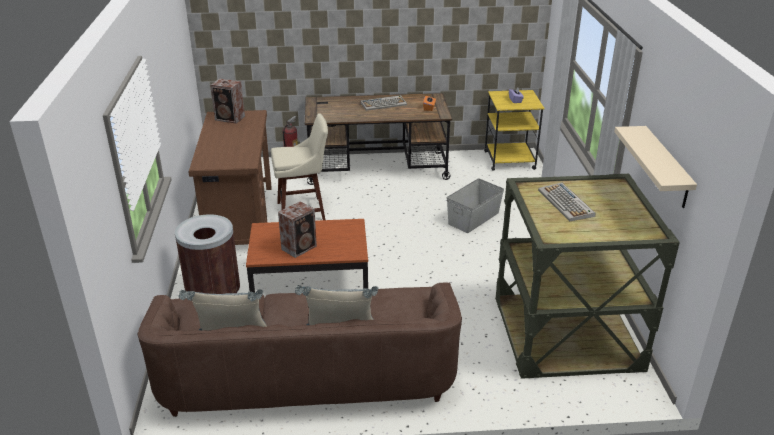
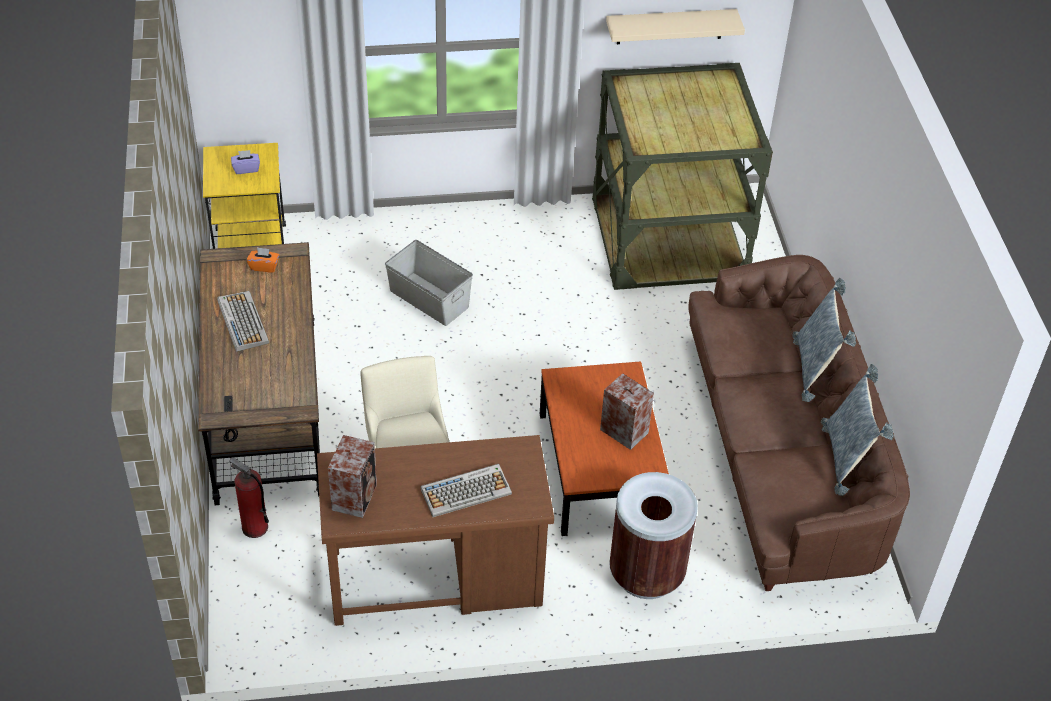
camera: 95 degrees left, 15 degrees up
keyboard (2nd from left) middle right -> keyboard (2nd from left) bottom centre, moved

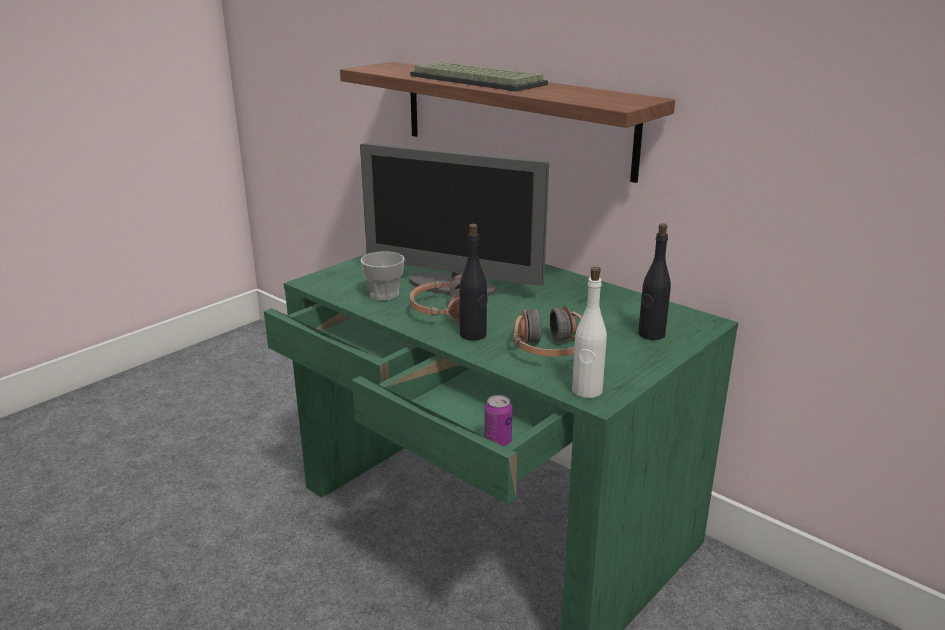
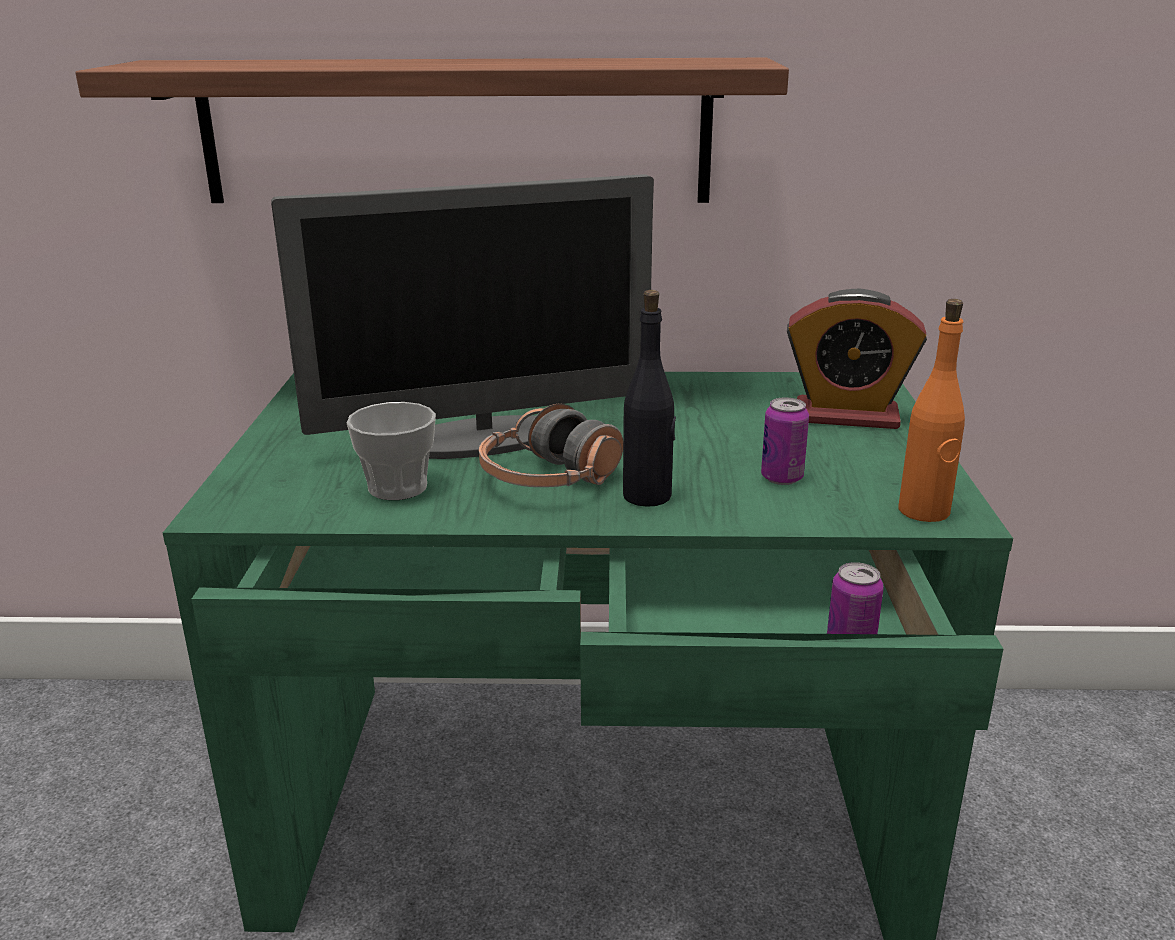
camera: 40 degrees left, 0 degrees up
keyboard top centre -> none
headphones (2nd from left) centre -> can (1st from left) middle right
black_bottle (2nd from left) middle right -> alarm_clock middle right
white_bottle centre -> orange_bottle middle right

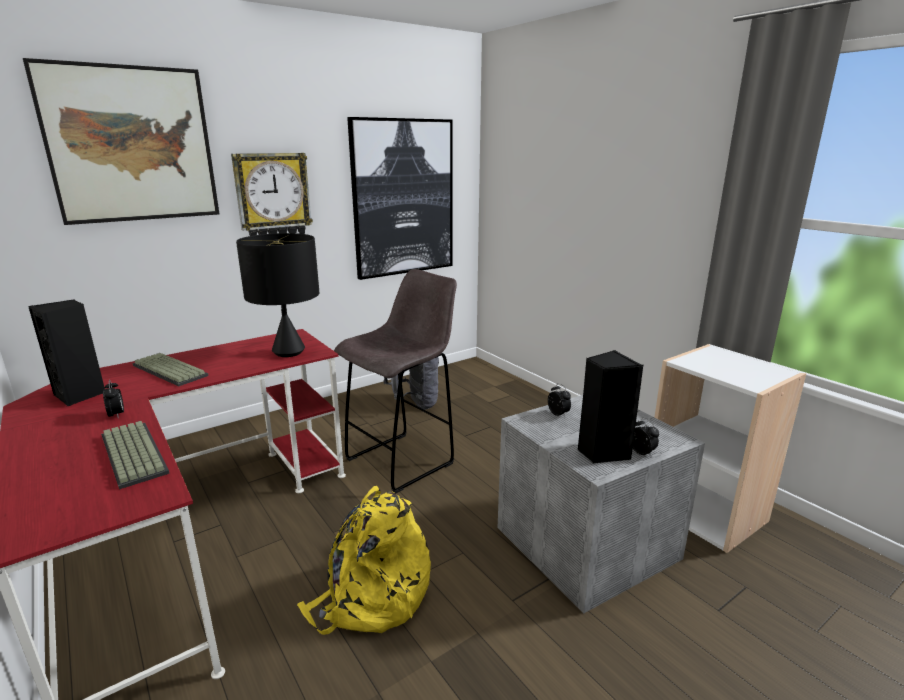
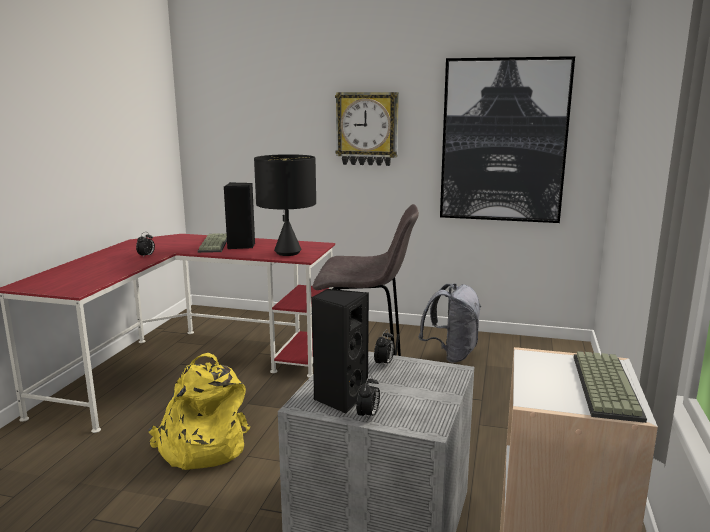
camera: 50 degrees right, 5 degrees down
picture (1st from left) top left -> none
black_speaker (1st from left) middle left -> black_speaker (1st from left) centre, moved
keyboard (1st from left in the first image) middle left -> keyboard (2nd from left) bottom right, moved

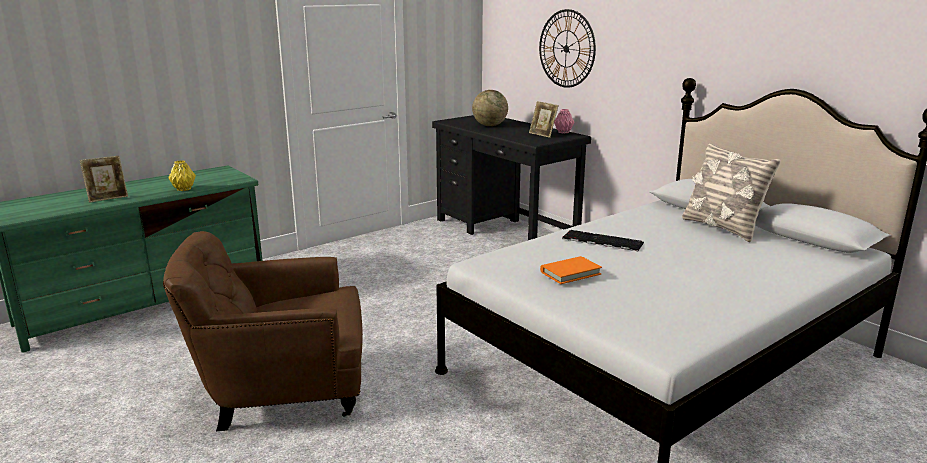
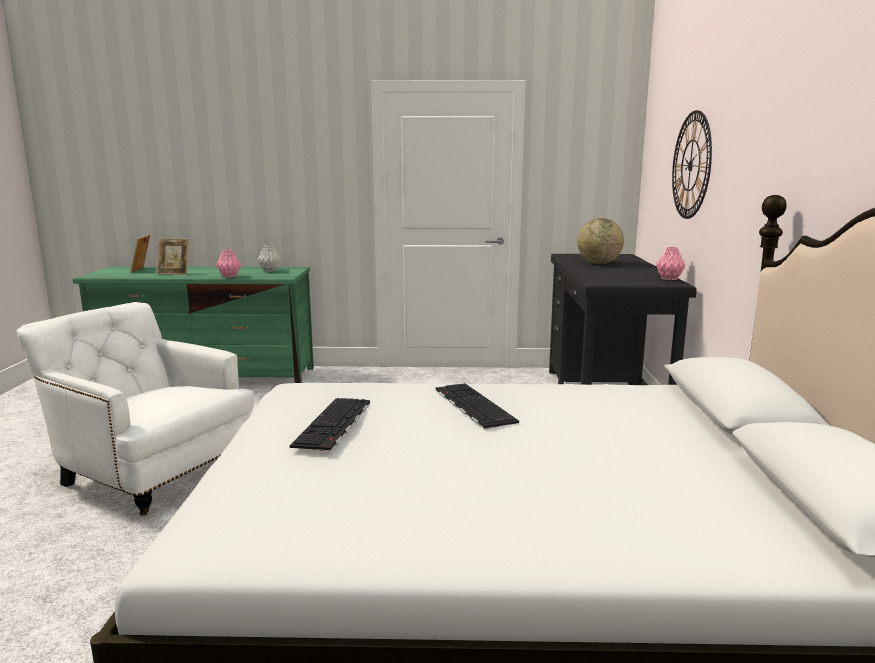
camera: 40 degrees right, 5 degrees down
beige_pillow middle right -> none
none -> grey_vase middle left
picture_frame (2nd from left in the first image) top centre -> picture_frame (1st from left) middle left, moved
orange_book centre -> keyboard (1st from left) centre
brown_armchair bottom left -> white_armchair middle left
yellow_vase middle left -> pink_vase (1st from left) middle left

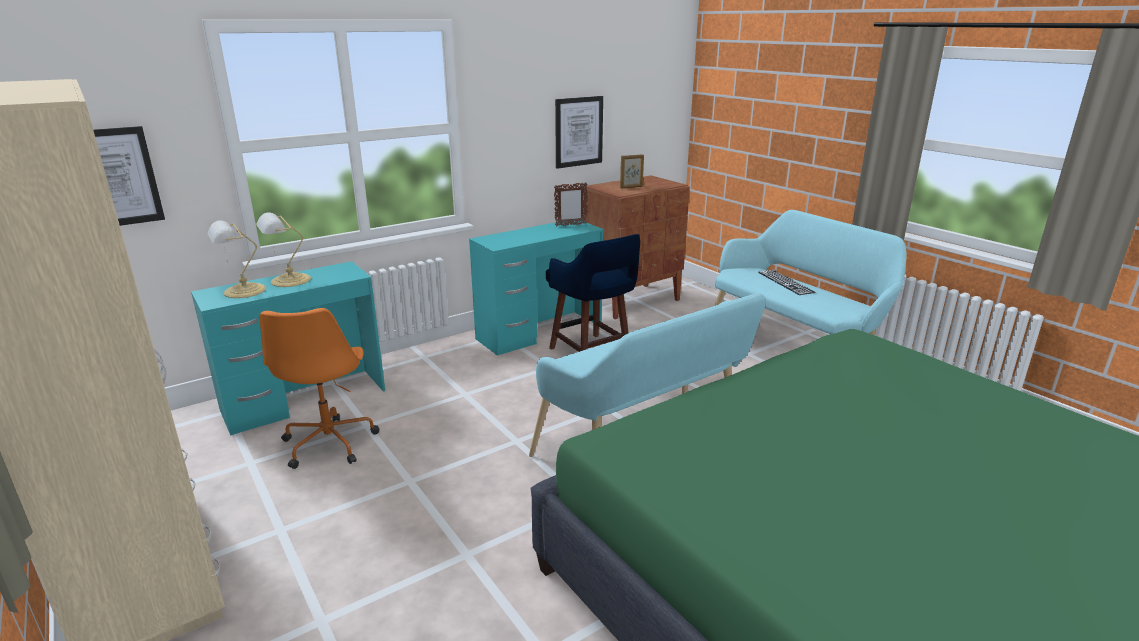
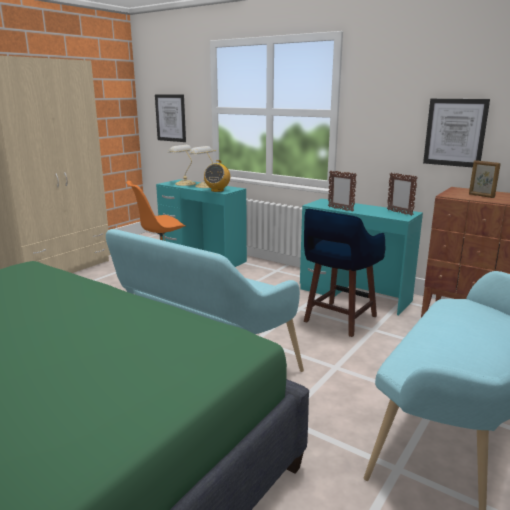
camera: 70 degrees right, 5 degrees down
keyboard middle right -> none
none -> radio centre
none -> picture_frame (1st from left) middle right

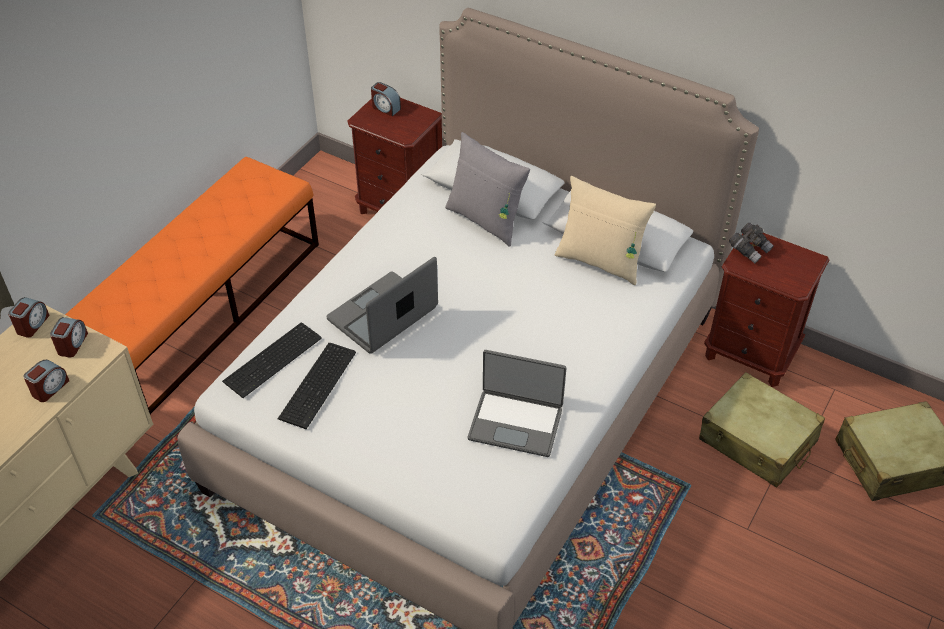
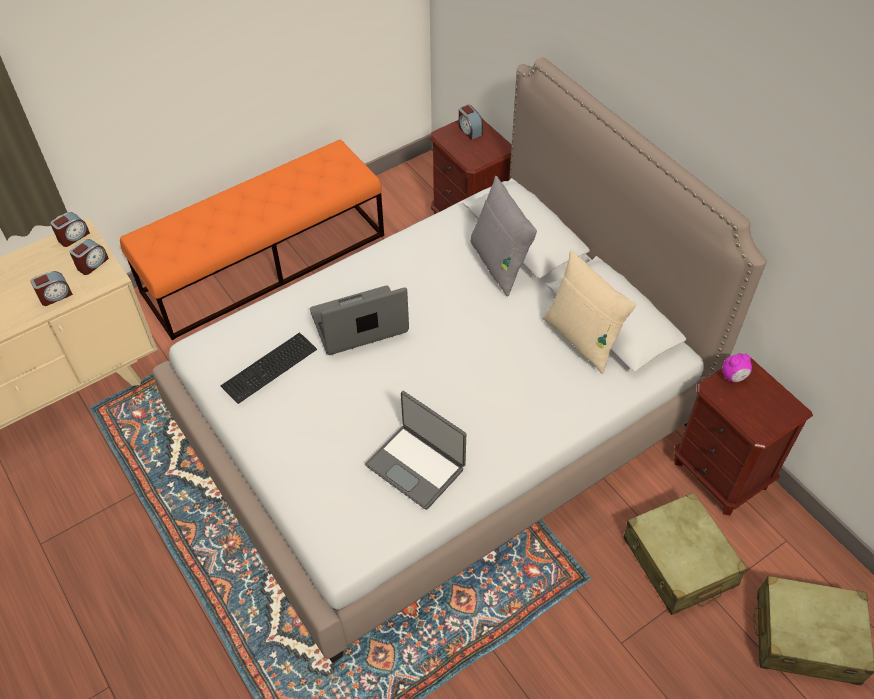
camera: 25 degrees right, 5 degrees up
keyboard (1st from left) middle left -> none
grey_binoculars middle right -> alarm_clock (5th from left) middle right

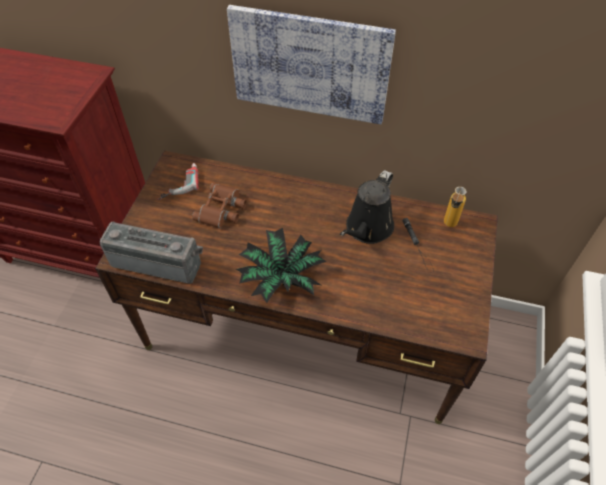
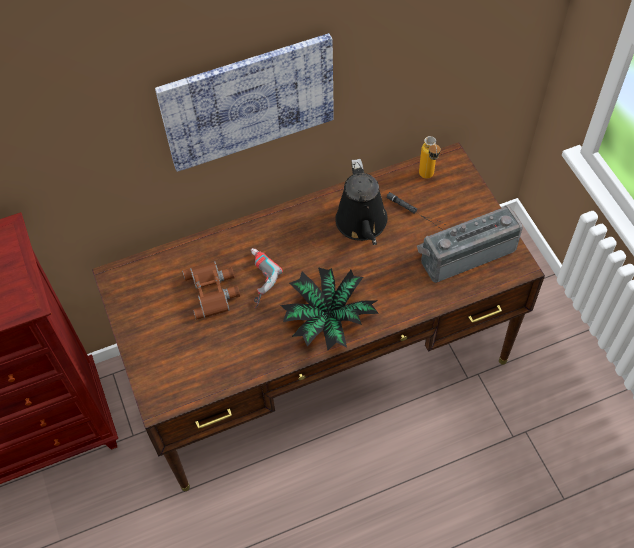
camera: 35 degrees left, 5 degrees up
radio middle left -> radio middle right, moved
power_drill middle left -> power_drill centre, moved

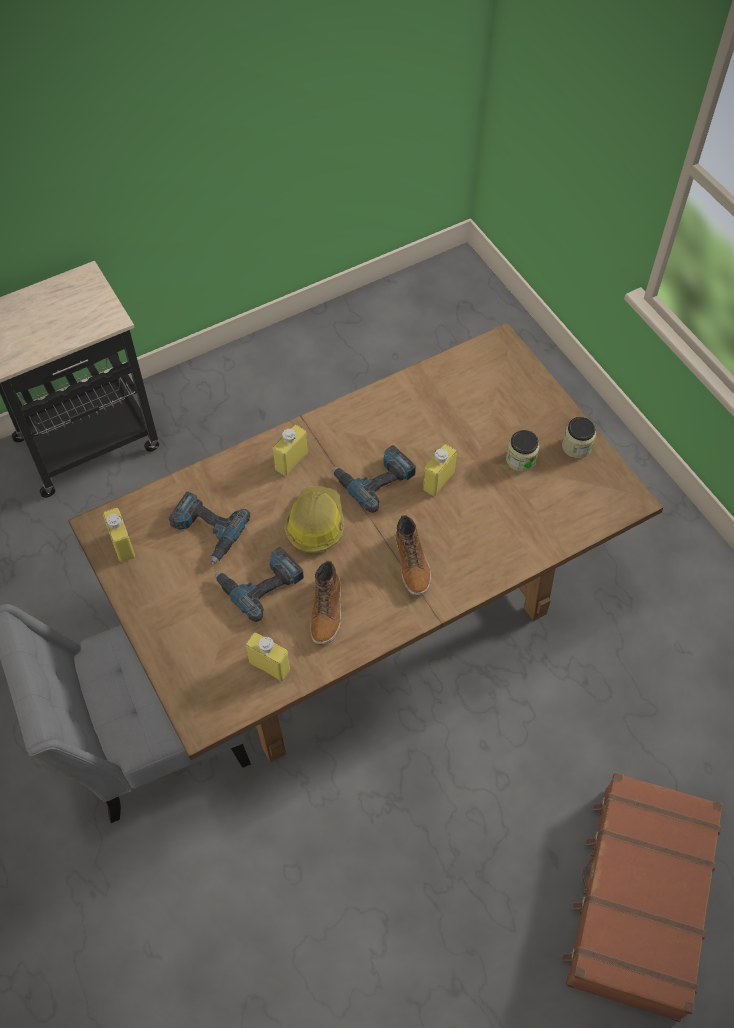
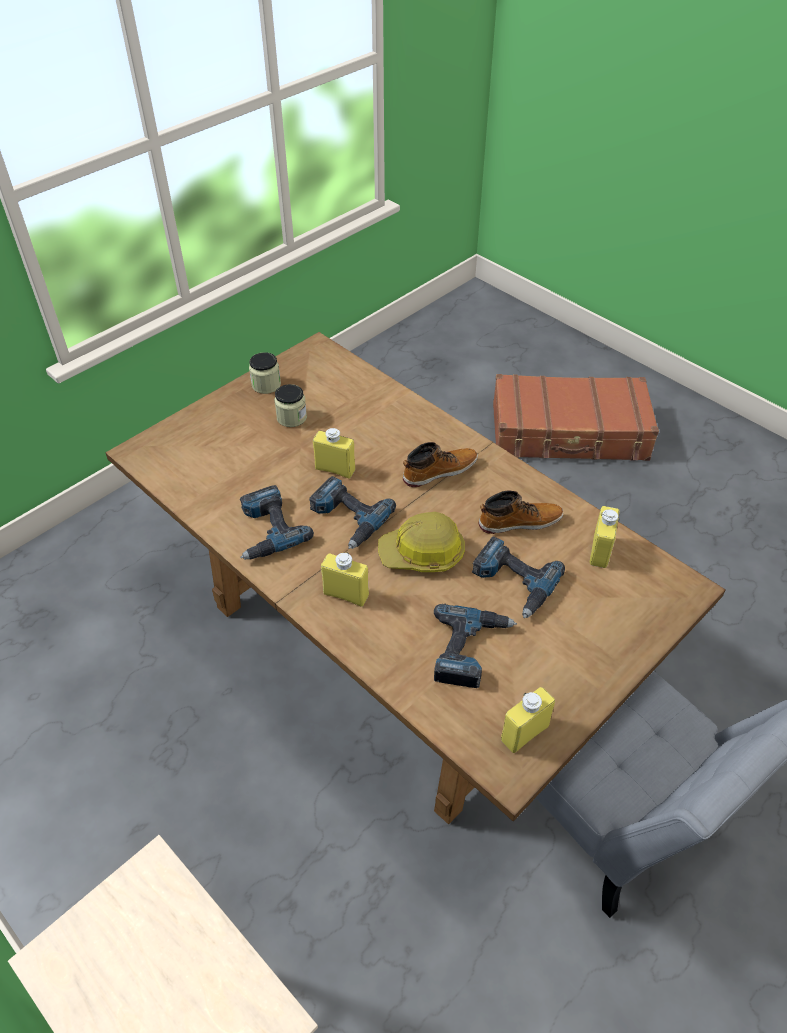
camera: 105 degrees left, 10 degrees down
none -> power_drill (1st from left) centre

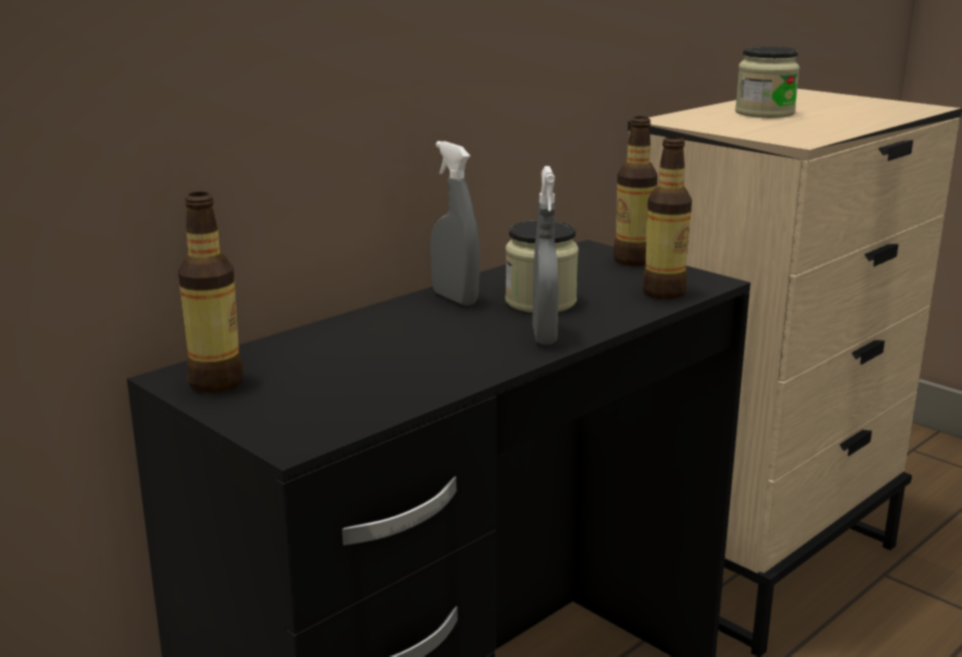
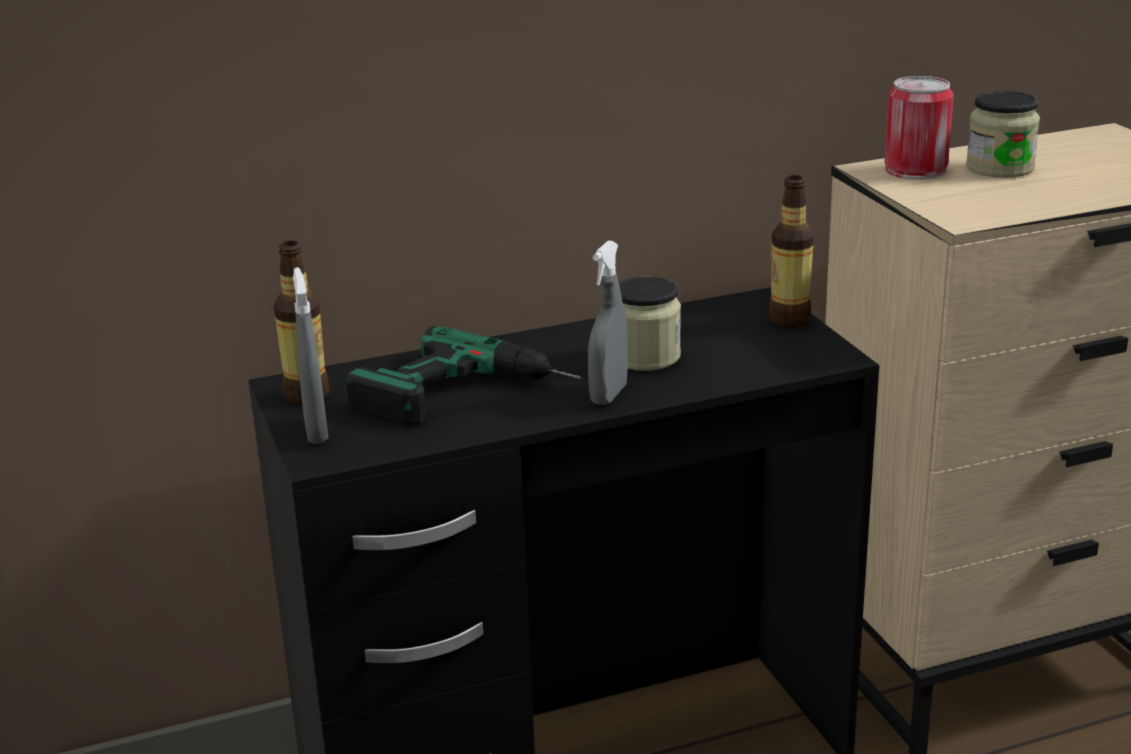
camera: 25 degrees right, 5 degrees up
bottle (3rd from left) top right -> none
none -> power_drill centre
none -> can top right
grey_spray_bottle (1st from left) centre -> grey_spray_bottle (1st from left) middle left, moved

